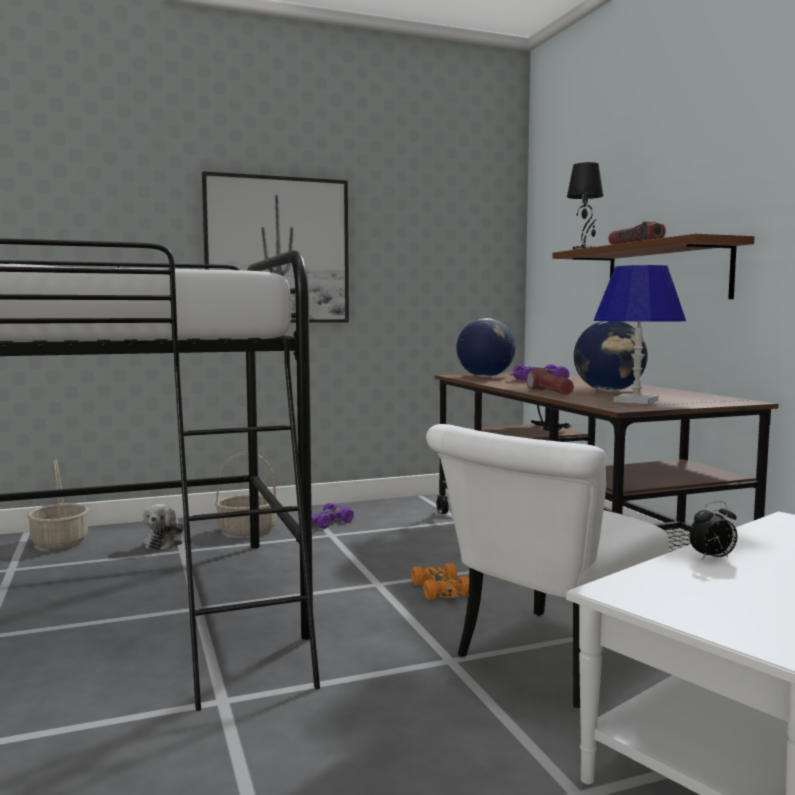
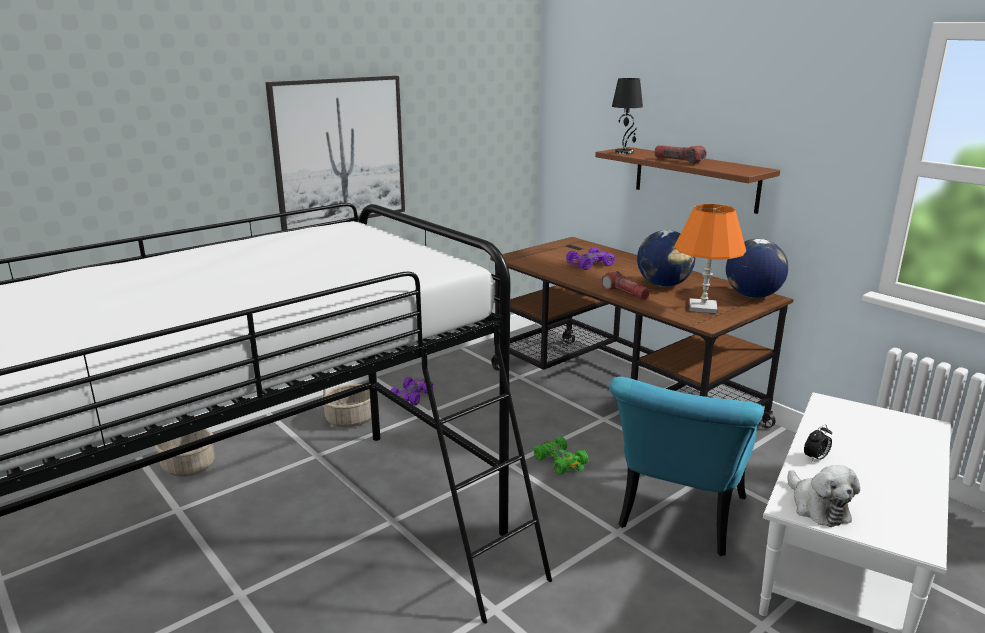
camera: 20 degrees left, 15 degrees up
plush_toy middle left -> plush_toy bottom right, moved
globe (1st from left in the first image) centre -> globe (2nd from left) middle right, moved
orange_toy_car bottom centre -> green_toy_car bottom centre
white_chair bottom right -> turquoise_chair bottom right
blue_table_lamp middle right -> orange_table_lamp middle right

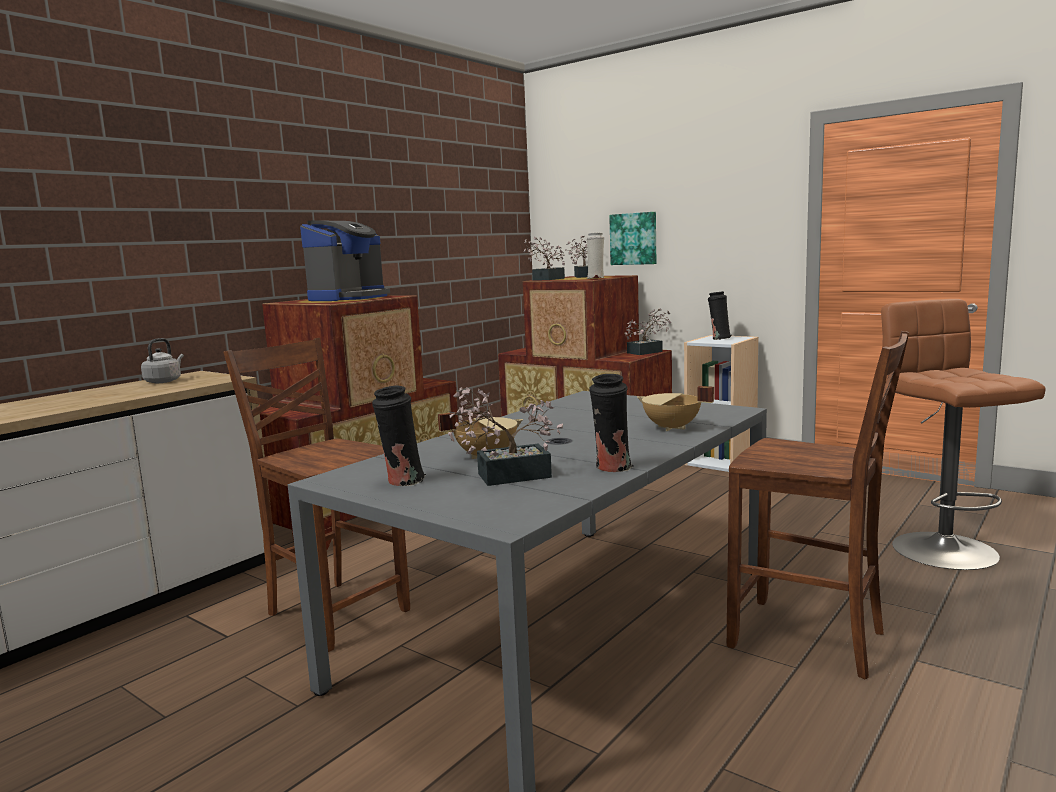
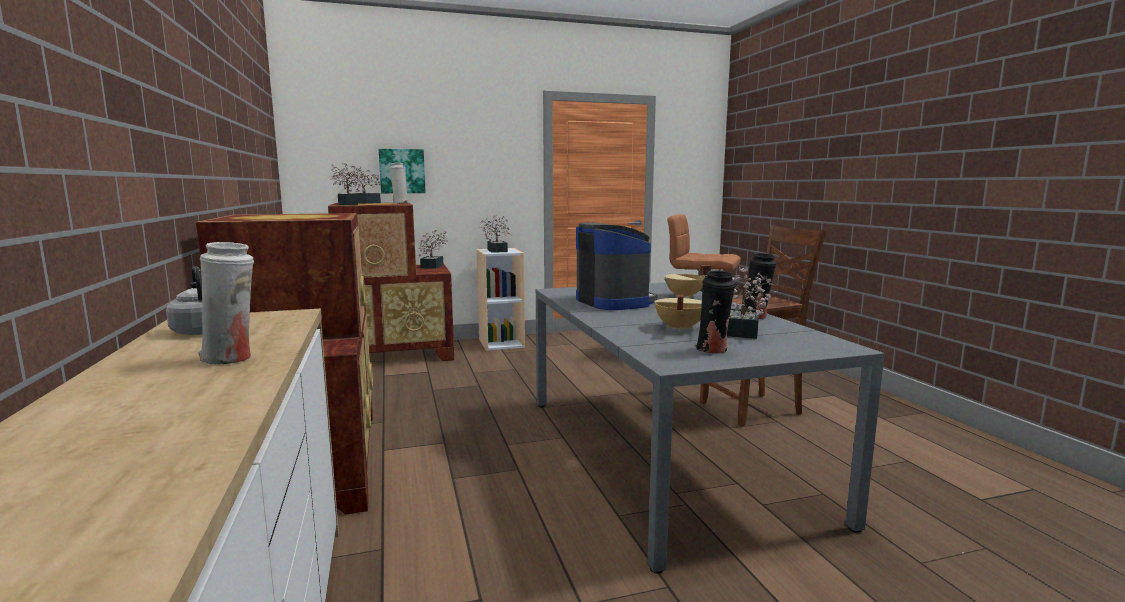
camera: 55 degrees left, 0 degrees up
brown_chair (1st from left) middle left -> none
none -> white_vase (1st from left) middle left
coffee_machine top left -> coffee_machine centre, moved
black_vase (3rd from left) middle right -> potted_plant (4th from left) centre

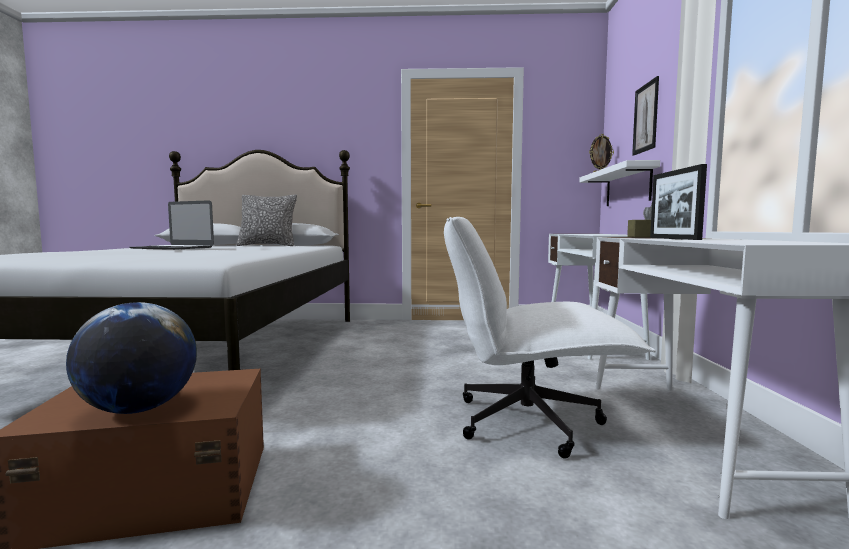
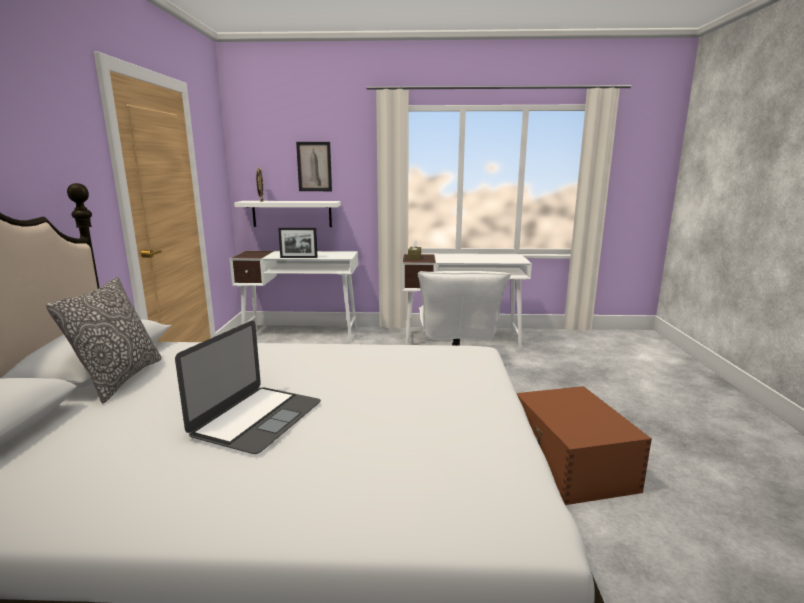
camera: 90 degrees left, 10 degrees up
globe middle left -> none
picture_frame (2nd from left) middle right -> picture_frame (2nd from left) centre, moved

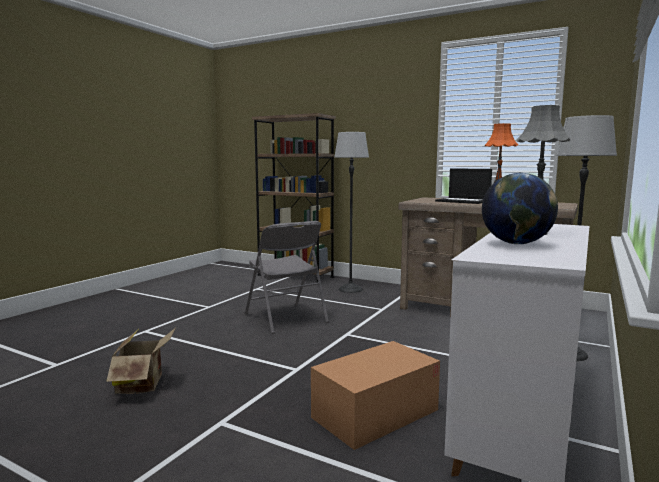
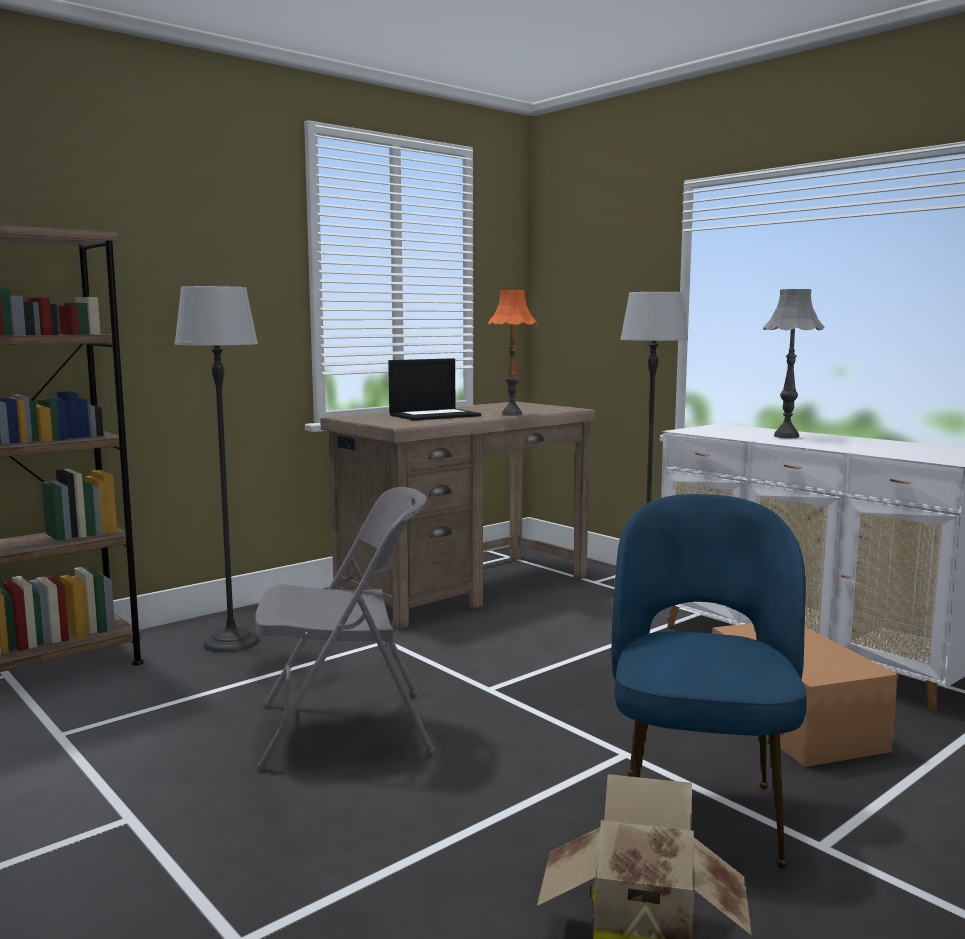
camera: 70 degrees left, 0 degrees up
globe middle right -> none
none -> blue_chair bottom right

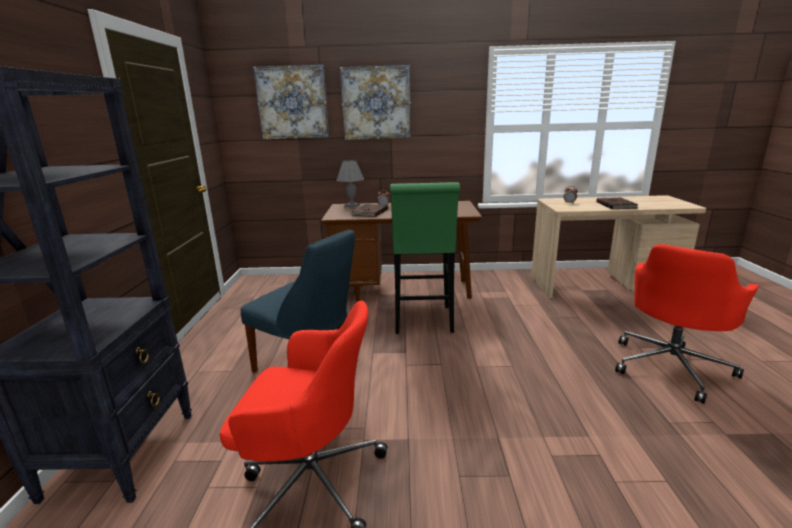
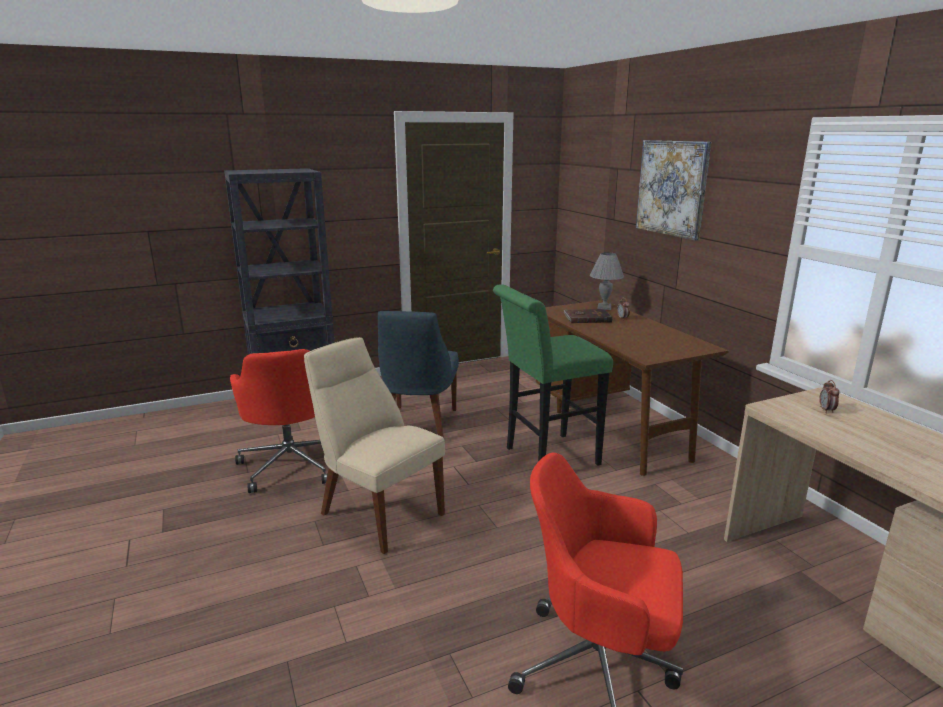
camera: 65 degrees right, 0 degrees up
picture (1st from left) top centre -> none
brown_book (2nd from left) middle right -> none
none -> beige_chair centre

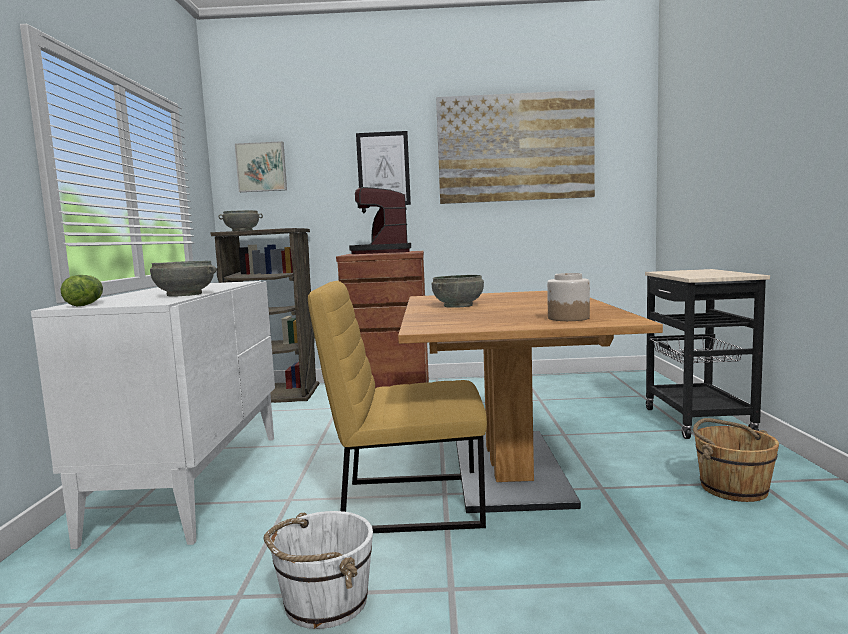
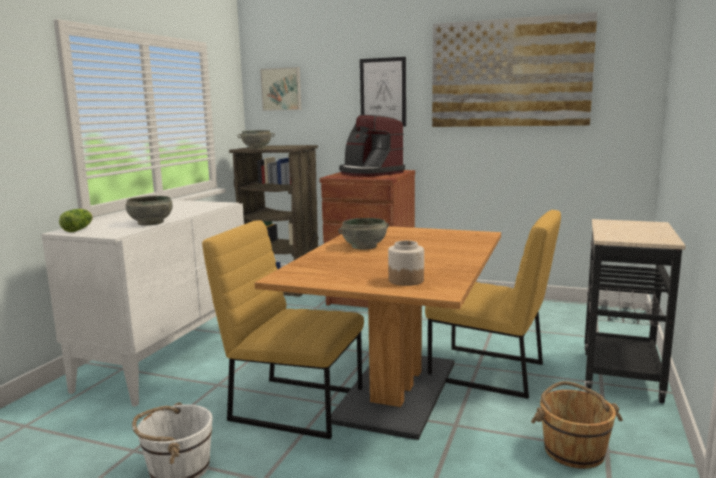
camera: 20 degrees right, 5 degrees up
none -> yellow_chair (2nd from left) middle right
coffee_machine centre -> coffee_machine top centre, 60 degrees counterclockwise

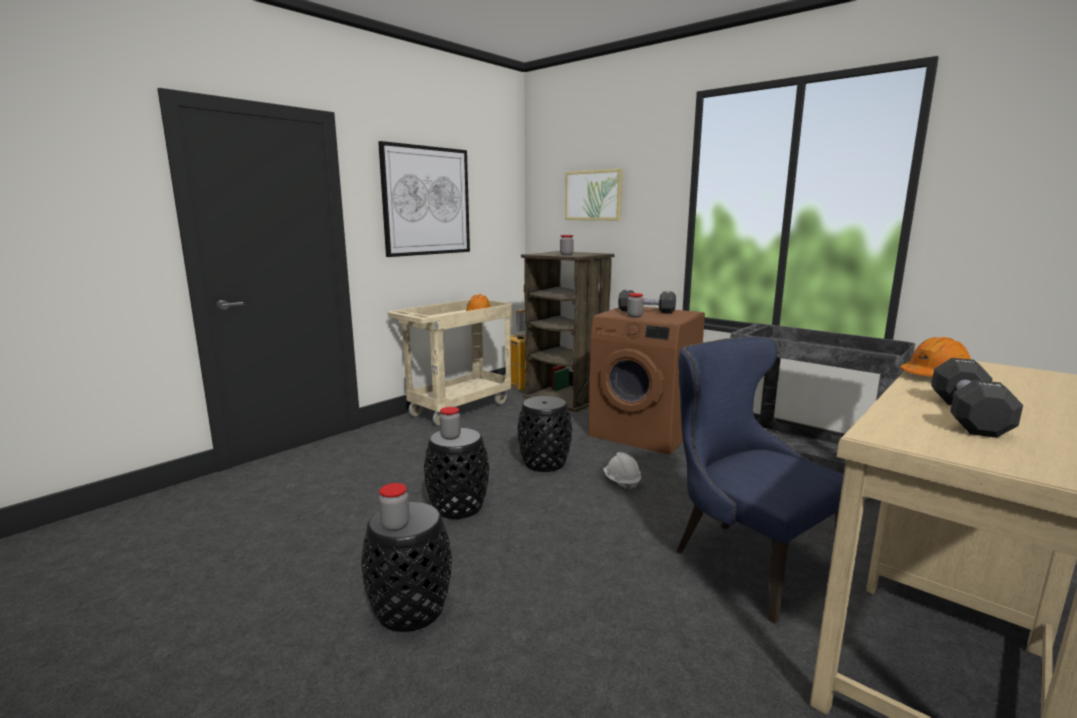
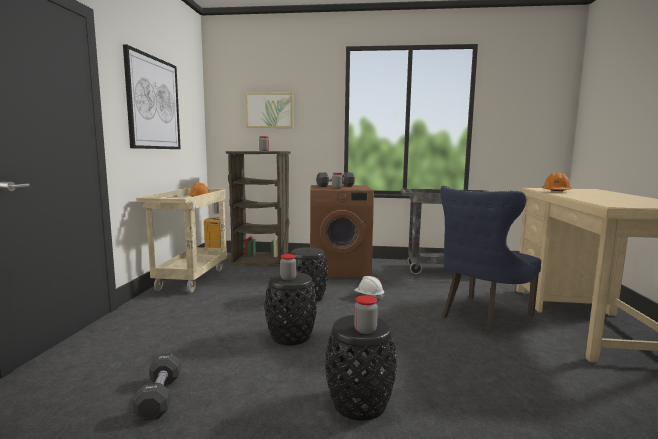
camera: 35 degrees left, 5 degrees down
black_dumbbell (2nd from left in the first image) middle right -> black_dumbbell (1st from left) bottom left, moved
blue_chair bottom right -> blue_chair middle right, 60 degrees counterclockwise

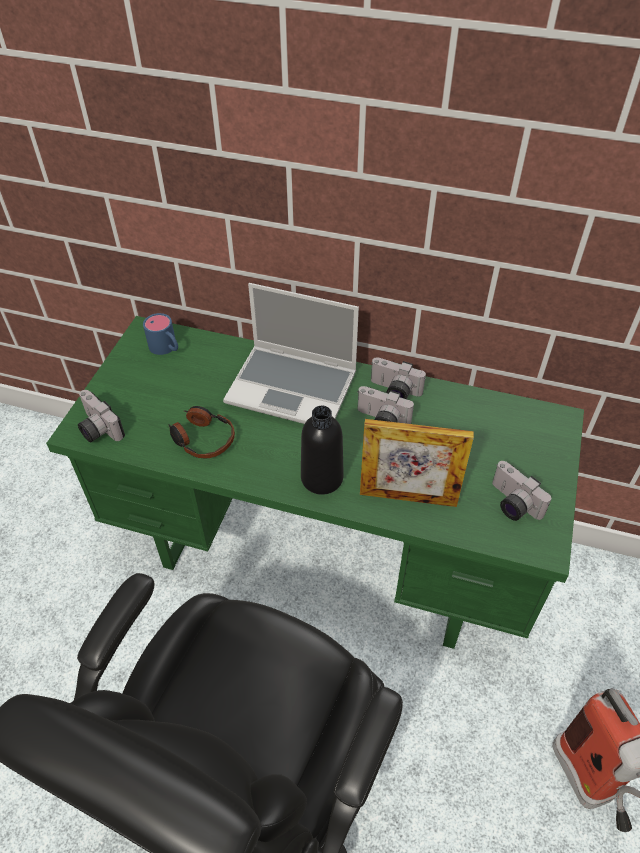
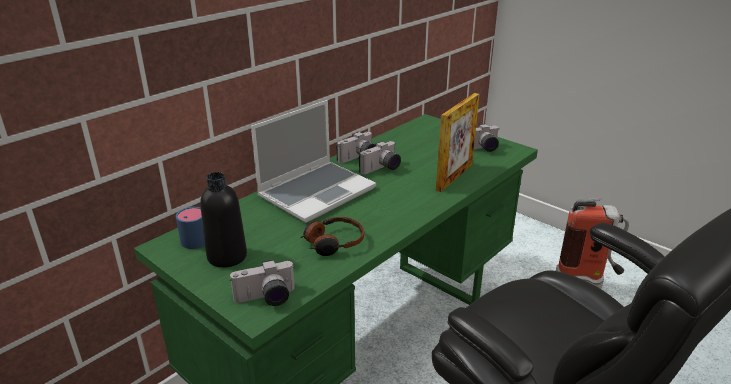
camera: 65 degrees left, 20 degrees down
black_bottle centre -> black_bottle middle left, moved

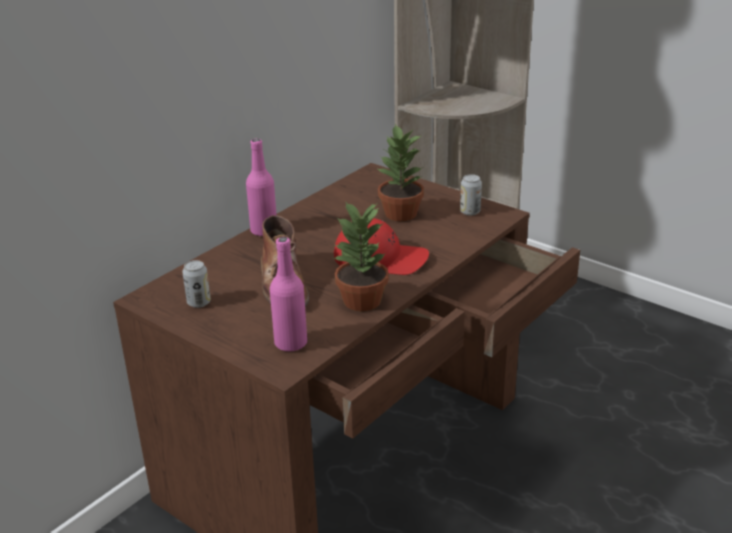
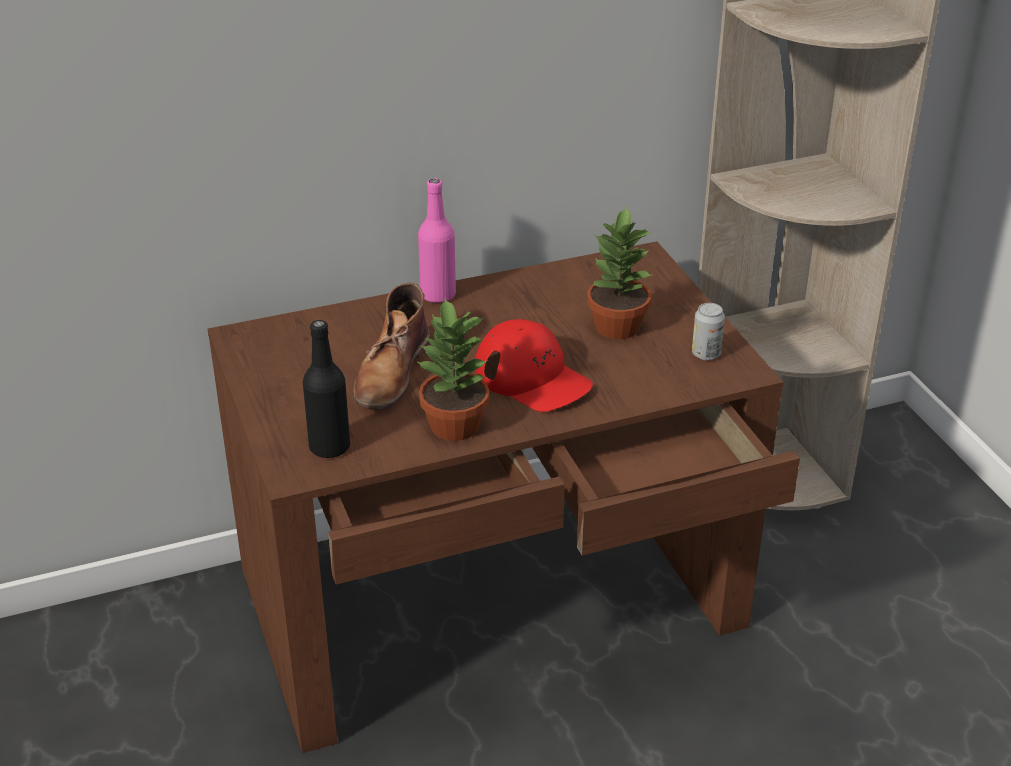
camera: 30 degrees right, 5 degrees up
can (1st from left) middle left -> none
pink_bottle (2nd from left) centre -> black_bottle middle left

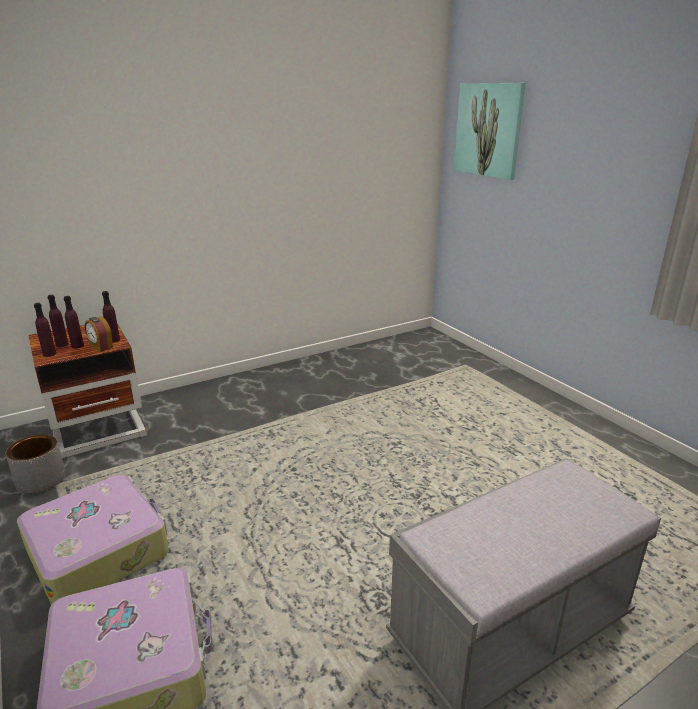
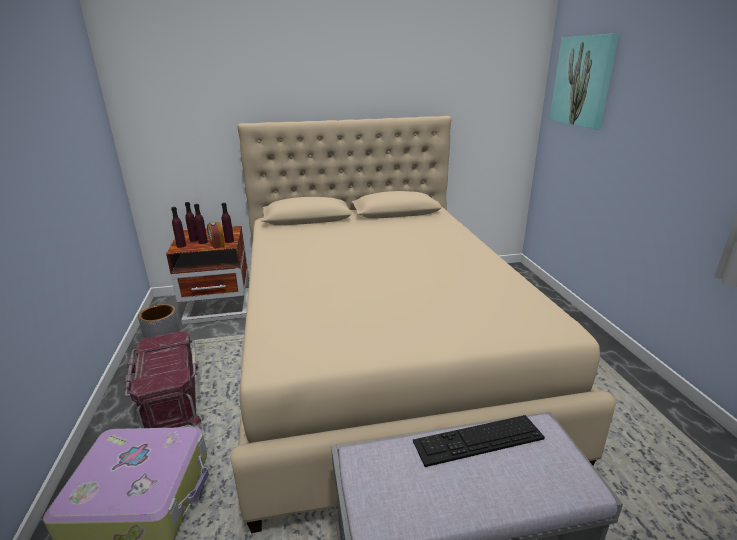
camera: 20 degrees right, 0 degrees up
none -> beige_bed centre
none -> keyboard bottom centre
suitcase (1st from left) bottom left -> red_storage_box bottom left

